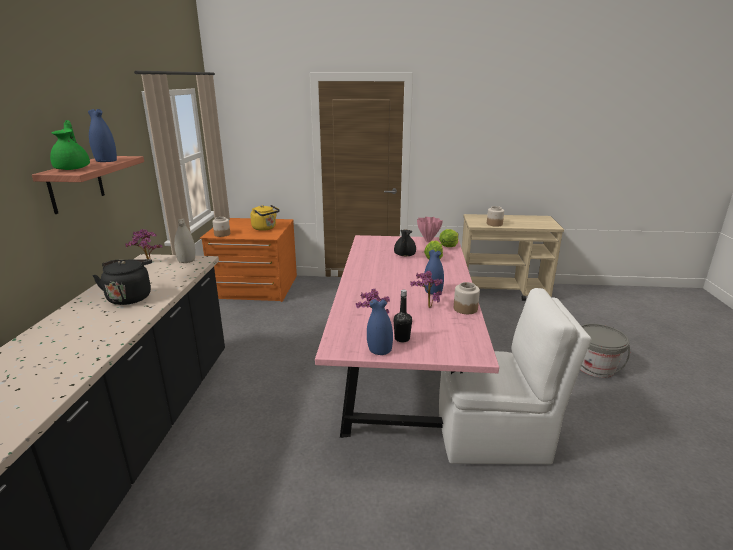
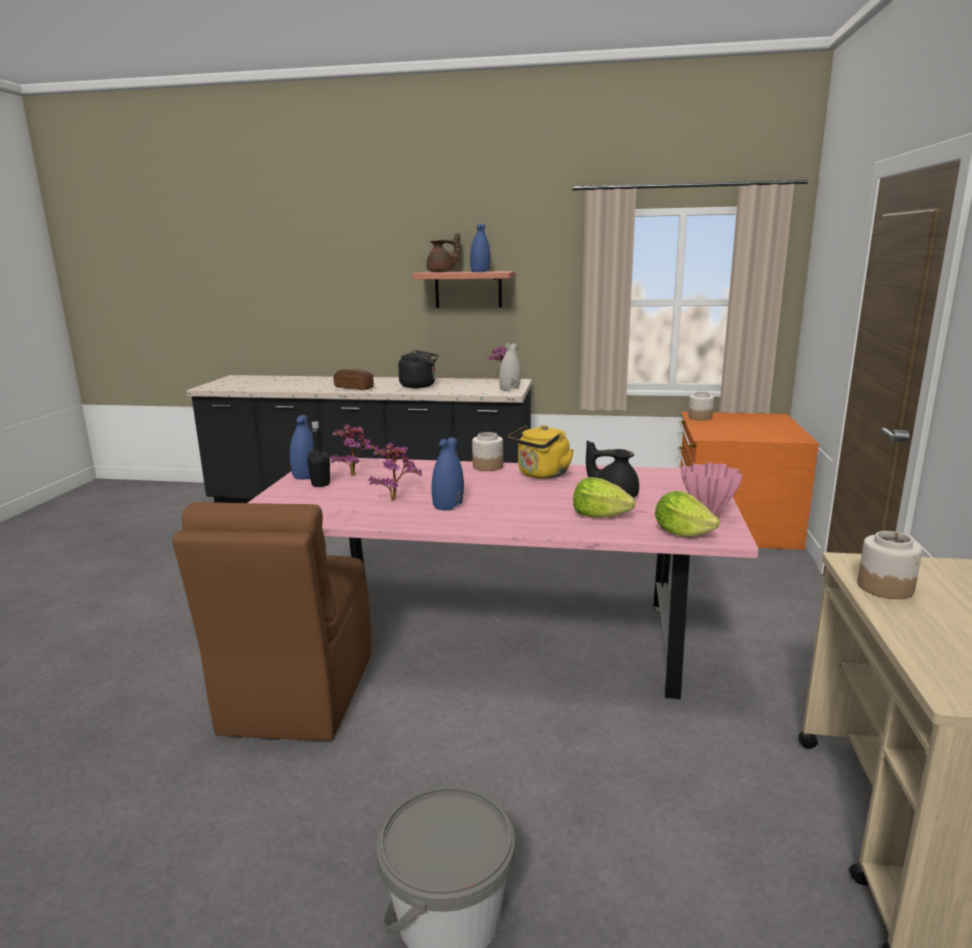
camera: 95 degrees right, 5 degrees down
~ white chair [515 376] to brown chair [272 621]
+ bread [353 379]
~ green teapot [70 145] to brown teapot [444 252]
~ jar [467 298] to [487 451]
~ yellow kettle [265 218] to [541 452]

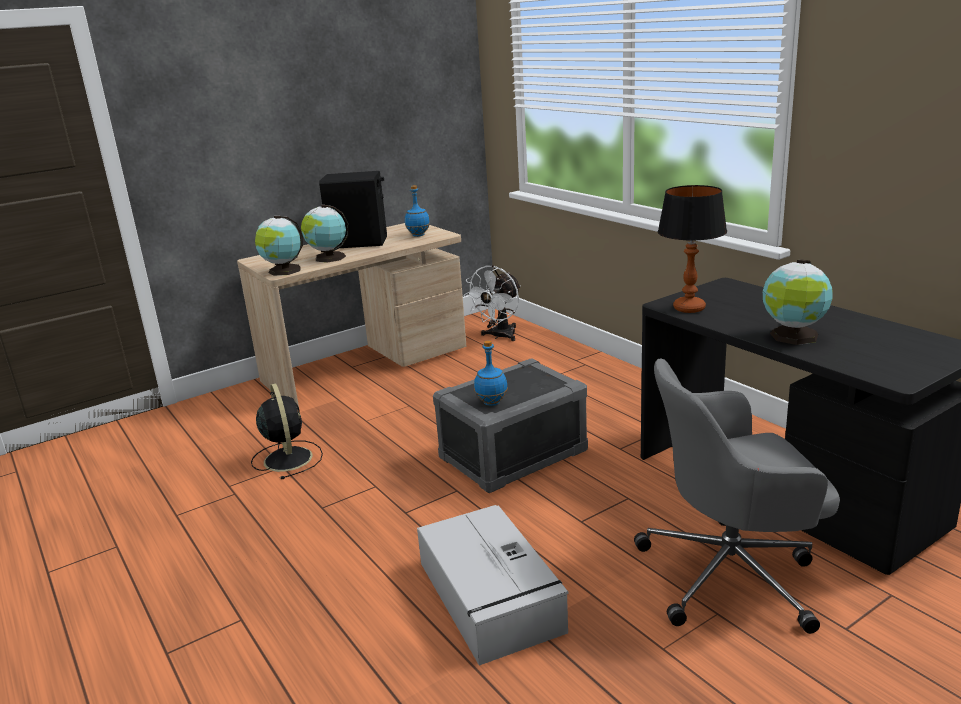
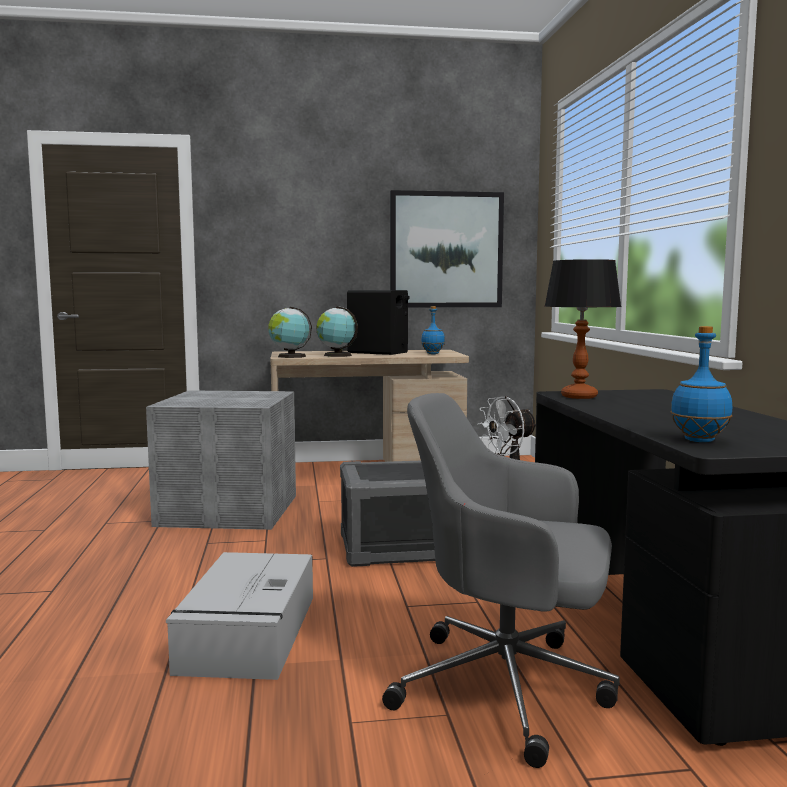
camera: 25 degrees right, 15 degrees down
~ black fan [287 431] to grey storage box [221 460]
+ picture [447 248]
~ blue bottle [491 373] to [701 384]
- globe [798 302]

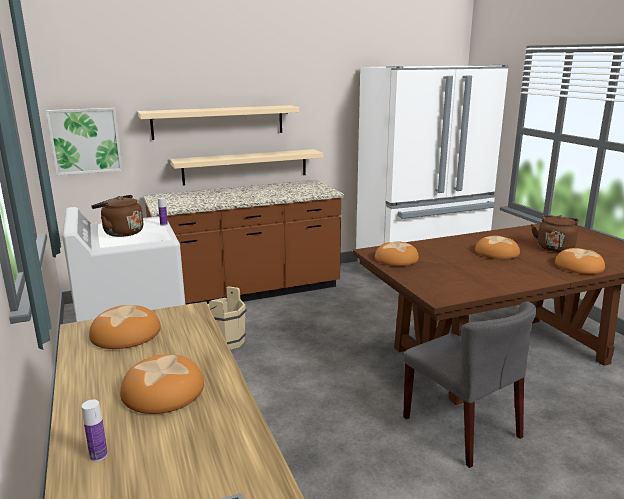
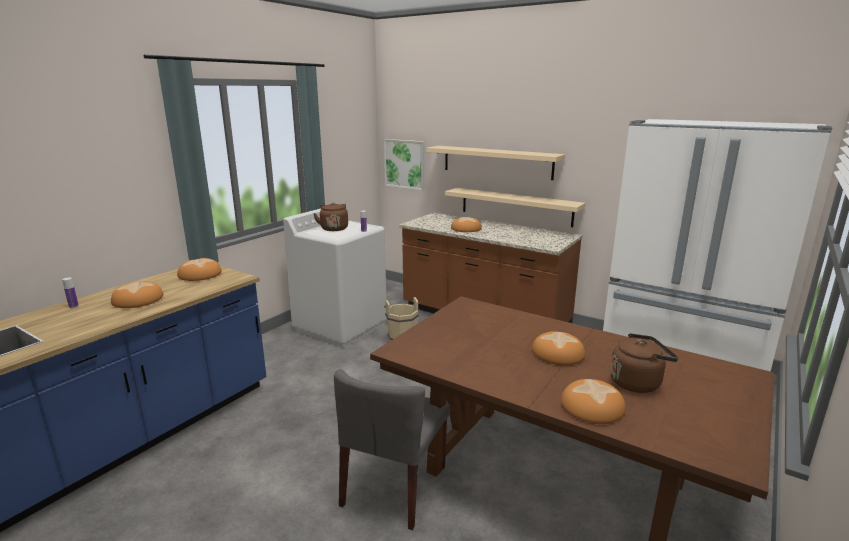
camera: 55 degrees right, 0 degrees up
~ bread [397 253] to [466 224]

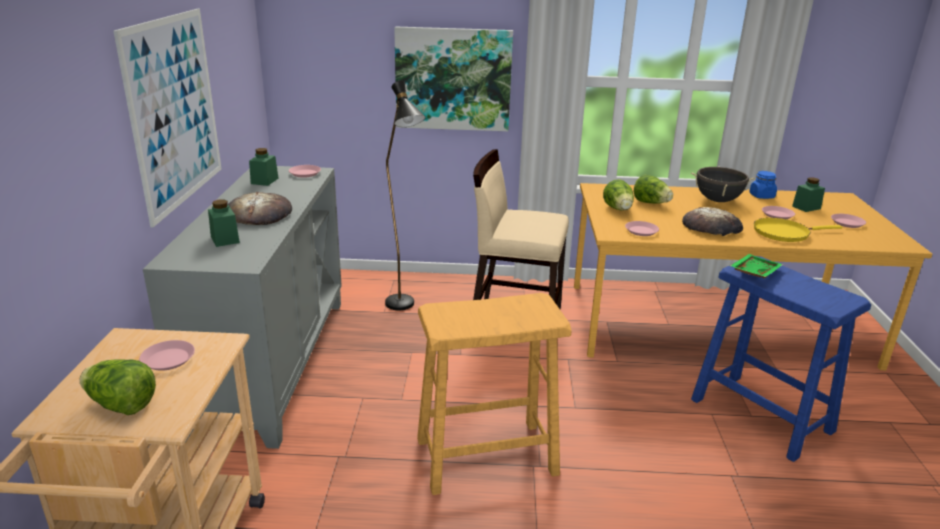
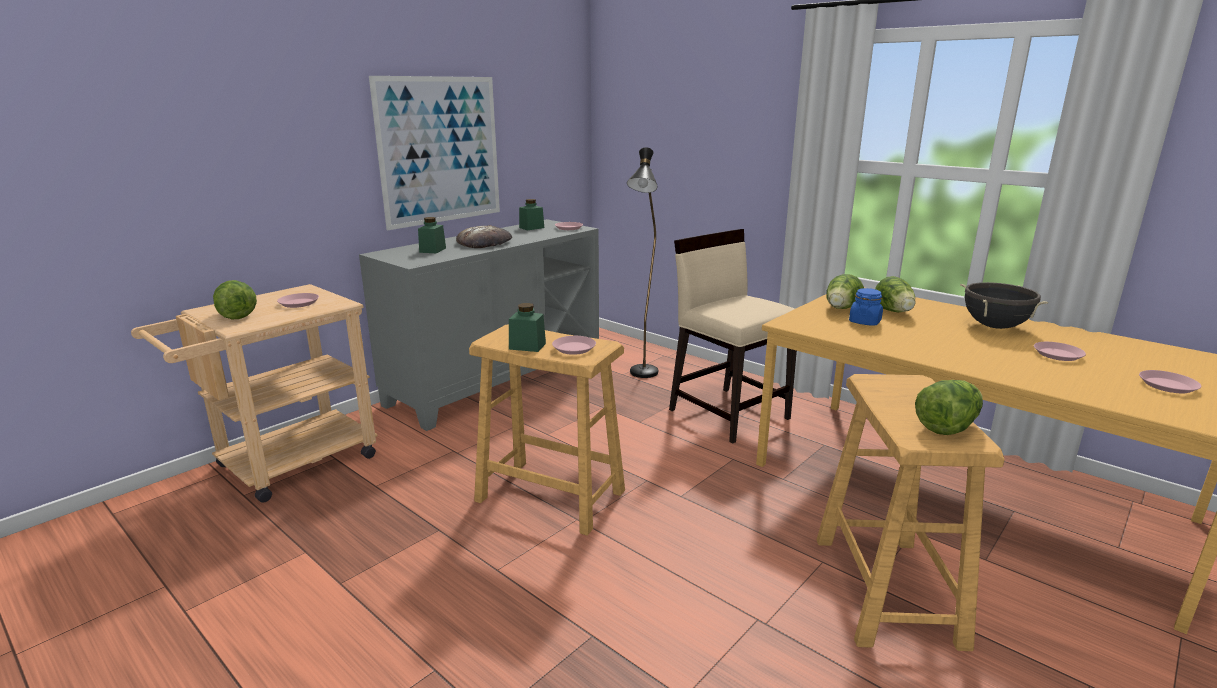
camera: 40 degrees right, 5 degrees down
~ green jar [808 194] to [527 327]
~ pink plate [642 228] to [574 345]
~ blue stool [781 359] to beige stool [910 512]
~ blue jar [763 185] to [866 307]
+ lettuce [949 407]
- picture [453 78]
- bread [712 221]
- green tray [756 266]
- yellow frying pan [798 230]

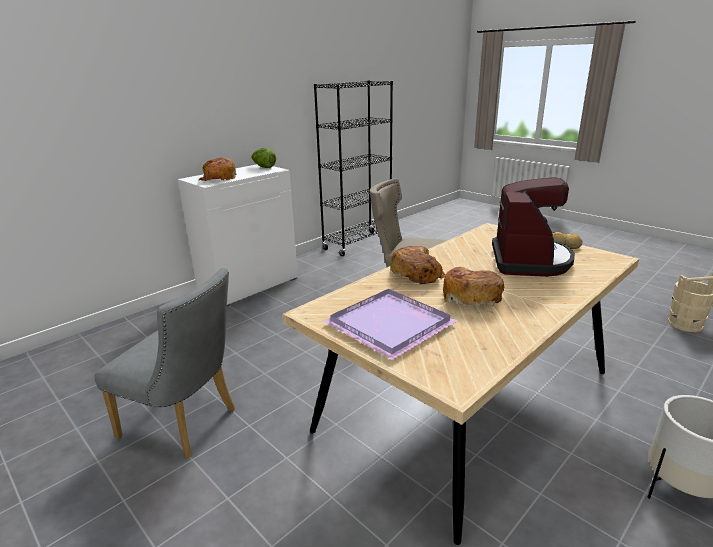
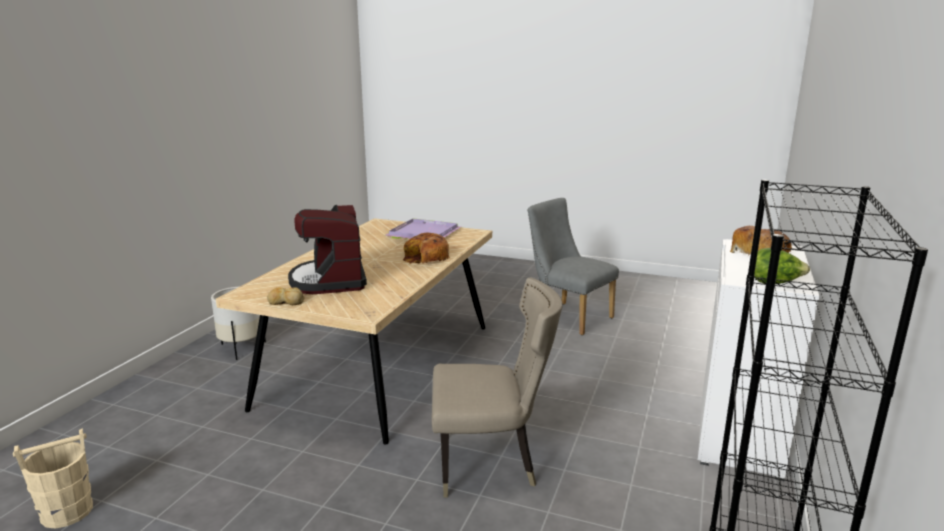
camera: 155 degrees right, 5 degrees down
~ grey chair [164 363] = [573 266] 45 degrees clockwise
- bread [474 287]

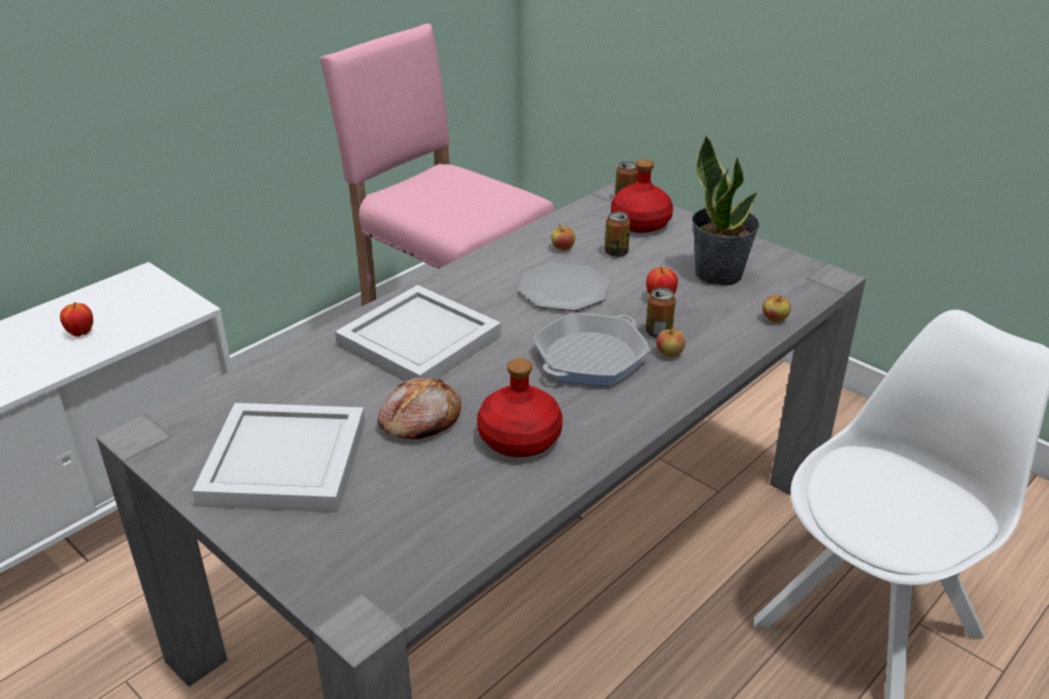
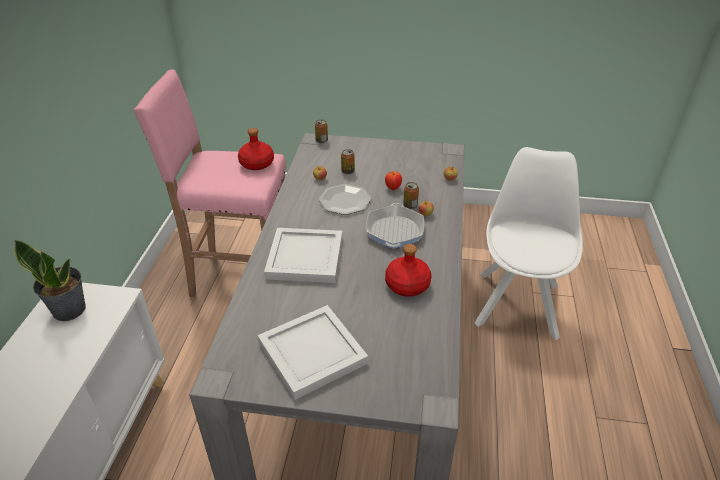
camera: 35 degrees left, 5 degrees up
~ potted plant [725 210] to [49 280]
~ red bottle [642 196] to [256 149]
- apple [76 319]
- bread [419 408]

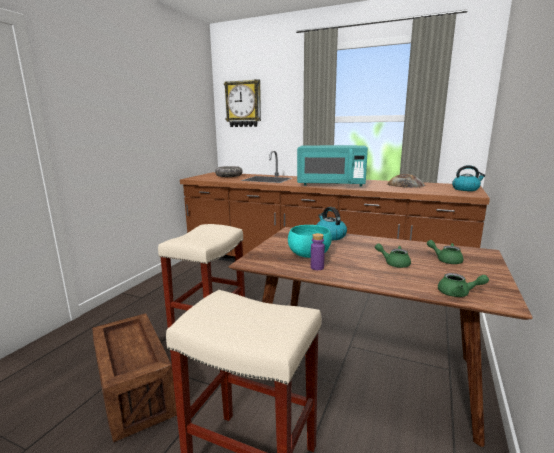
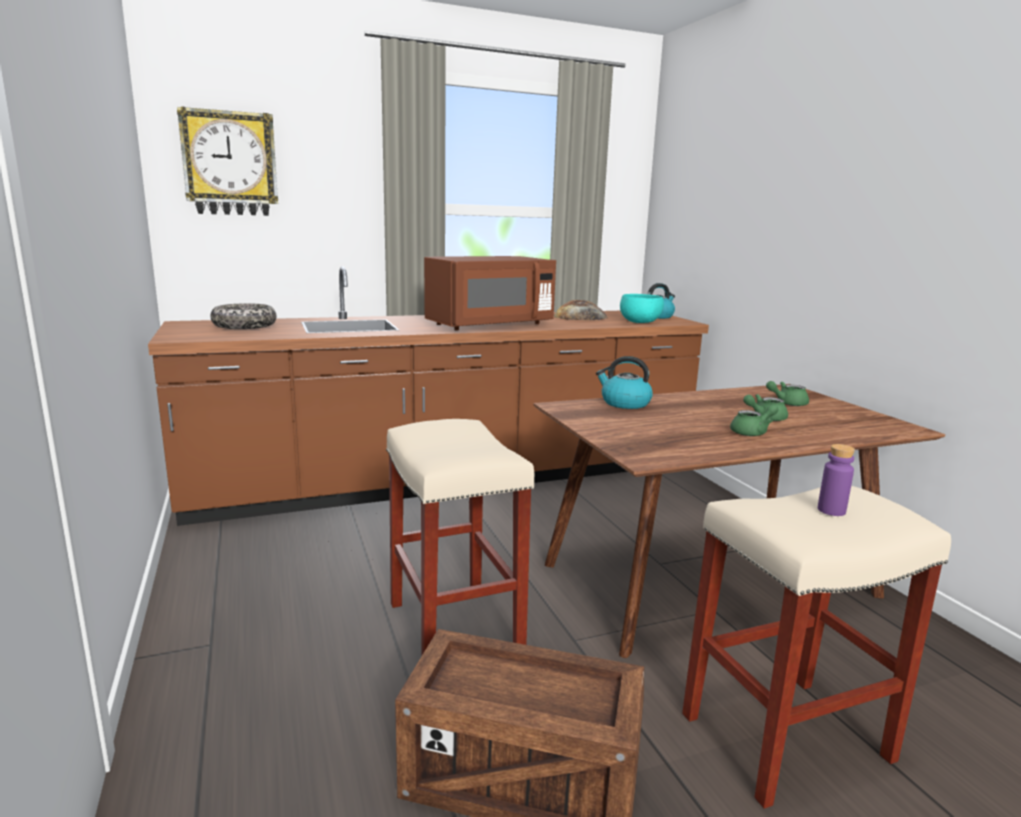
camera: 45 degrees left, 0 degrees up
~ turquoise microwave [332 166] to brown microwave [490 293]
~ turquoise bowl [310 241] to [642 308]
~ green teapot [463 285] to [754 420]
~ purple bottle [318 251] to [836 480]

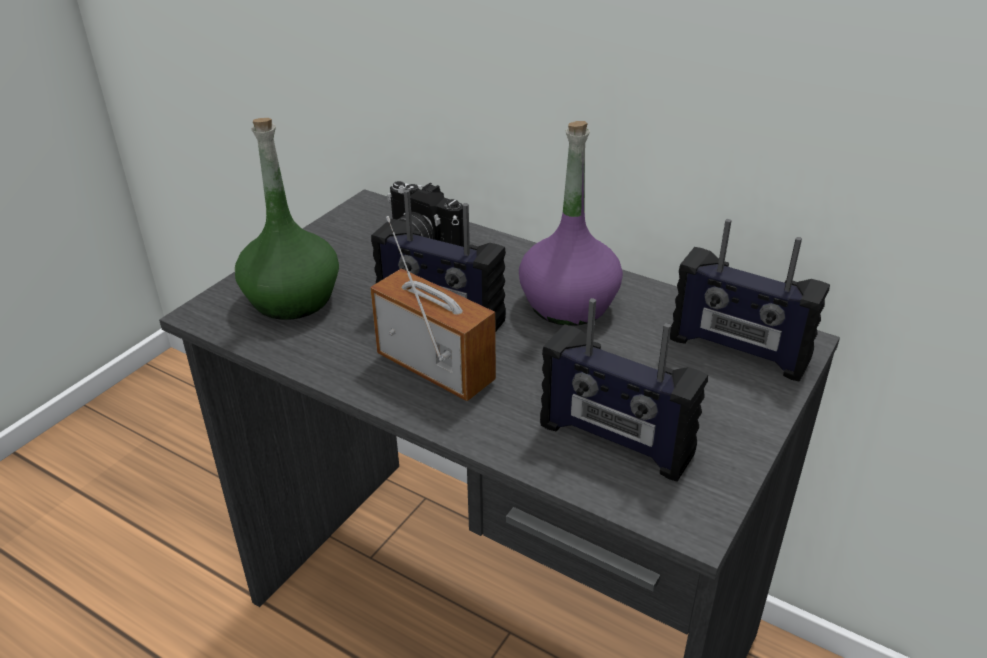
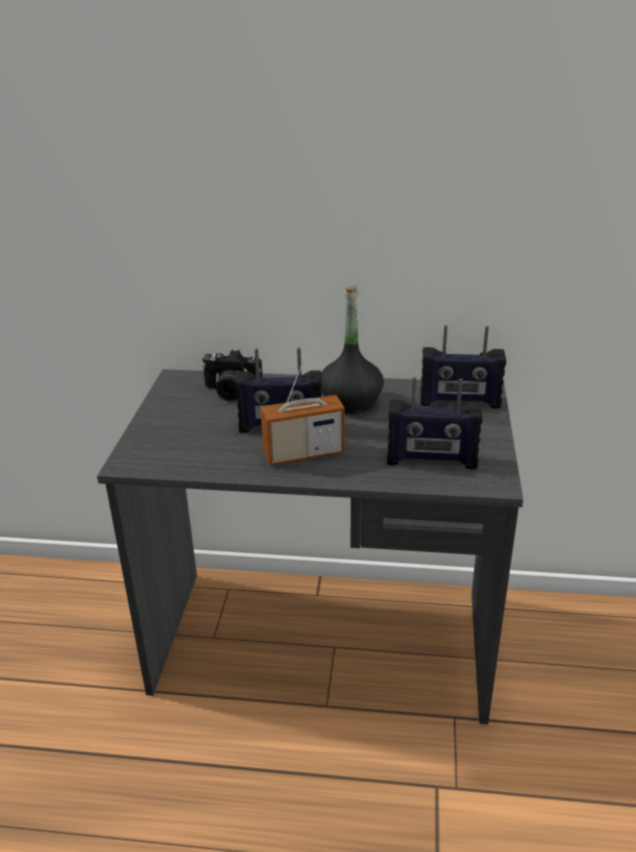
camera: 25 degrees left, 5 degrees down
~ radio [433 308] = [302 404] 150 degrees clockwise
~ purple bottle [571 223] to black bottle [352 350]
- green bottle [287 219]

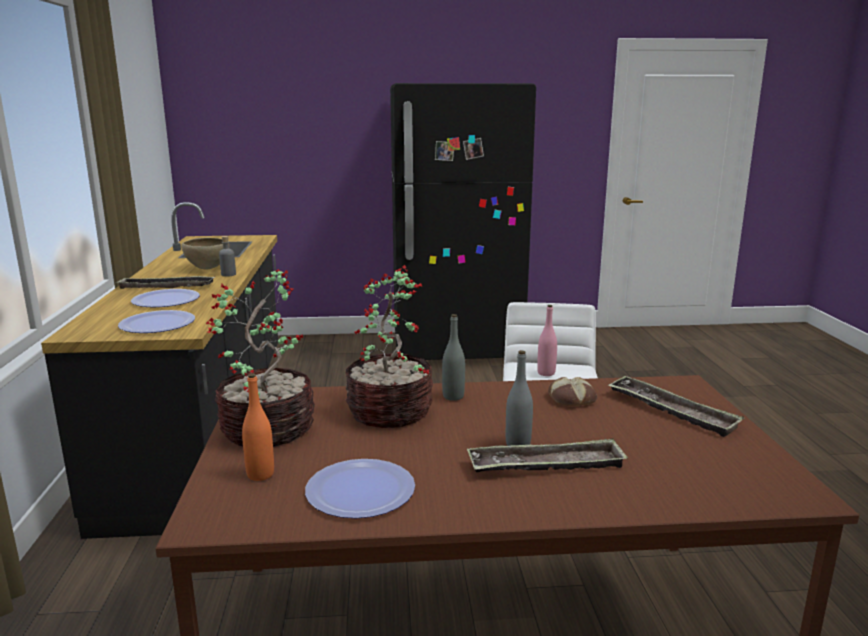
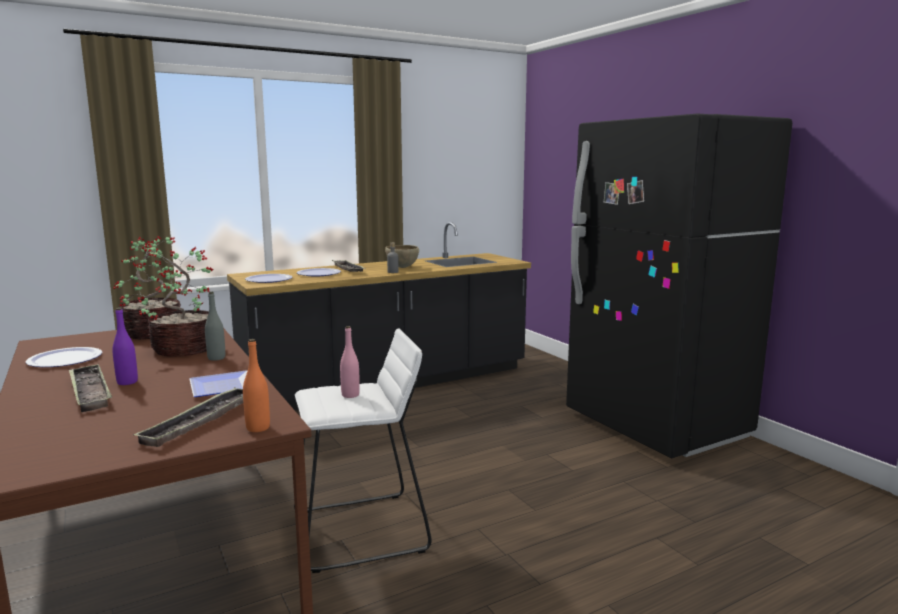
camera: 65 degrees right, 5 degrees down
~ grey bottle [519 398] to purple bottle [125 346]
~ bread [572 391] to plate [218 383]
~ orange bottle [258 427] to [256 385]

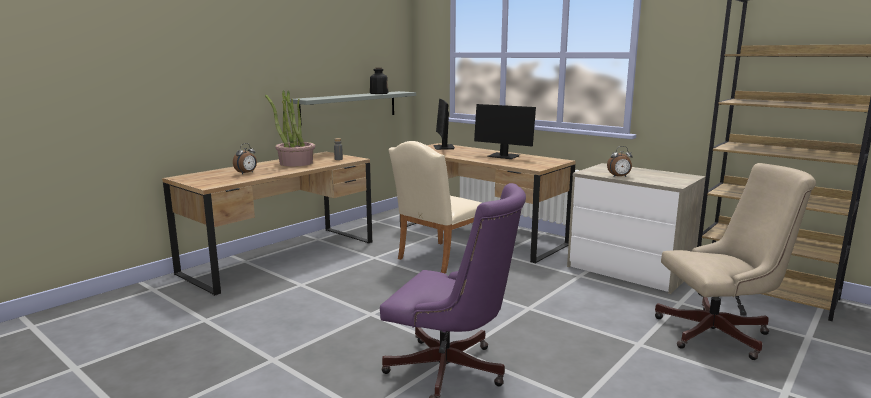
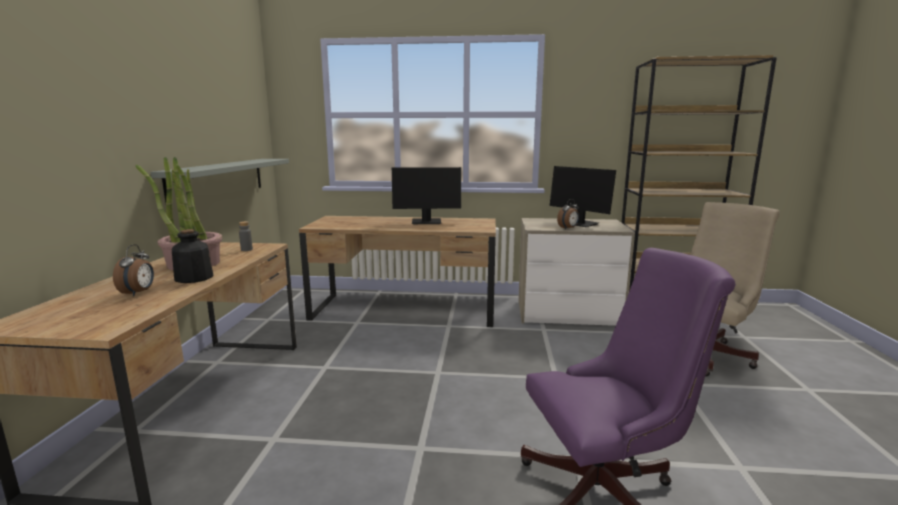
camera: 35 degrees left, 0 degrees up
~ bottle [379 81] to [193 256]
~ monitor [444 124] to [583 196]
- beige chair [435 207]

